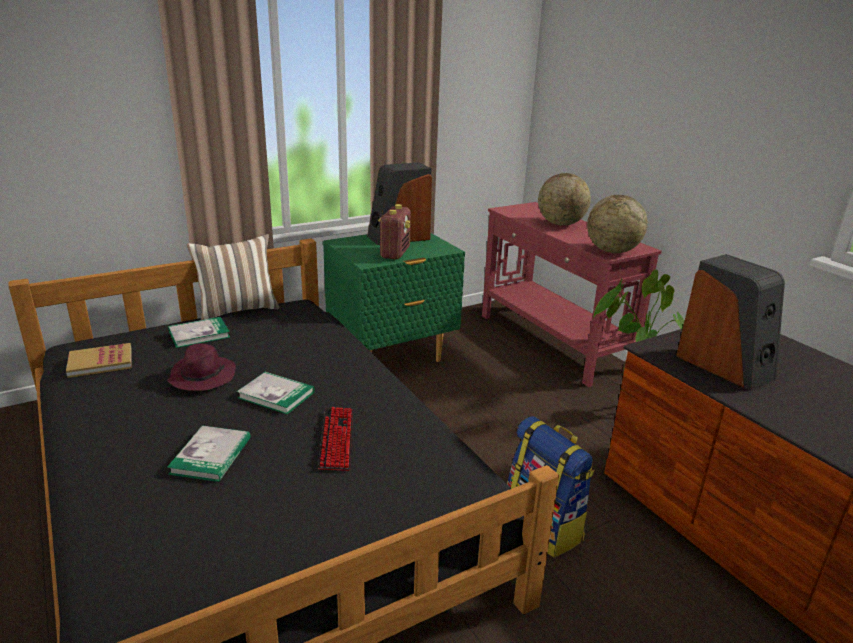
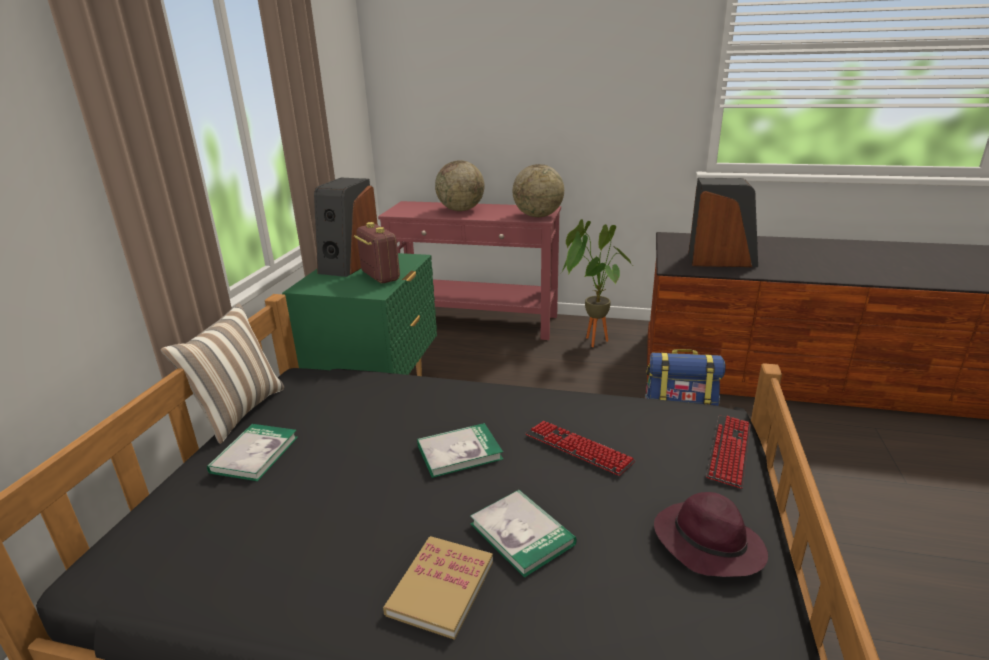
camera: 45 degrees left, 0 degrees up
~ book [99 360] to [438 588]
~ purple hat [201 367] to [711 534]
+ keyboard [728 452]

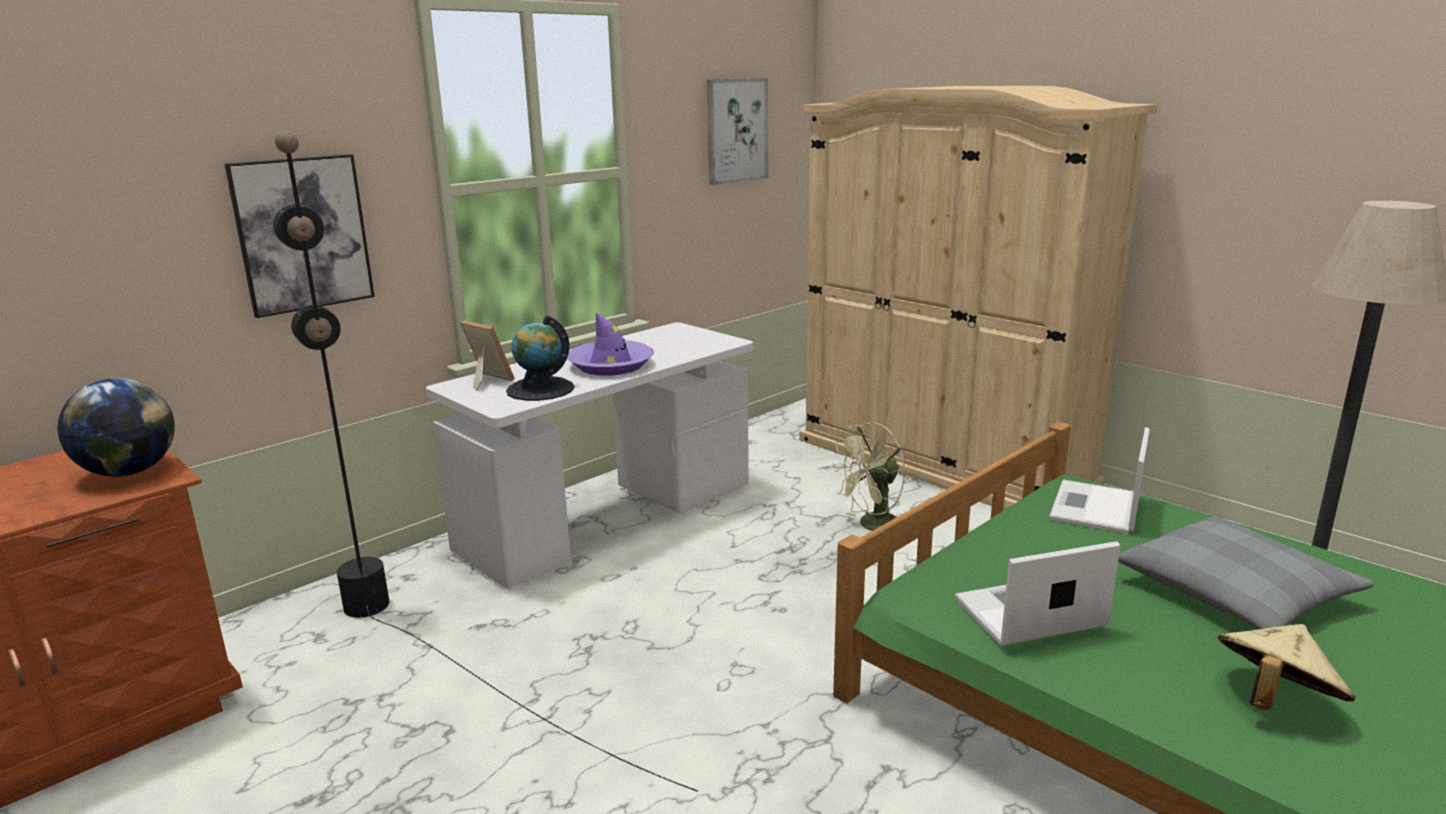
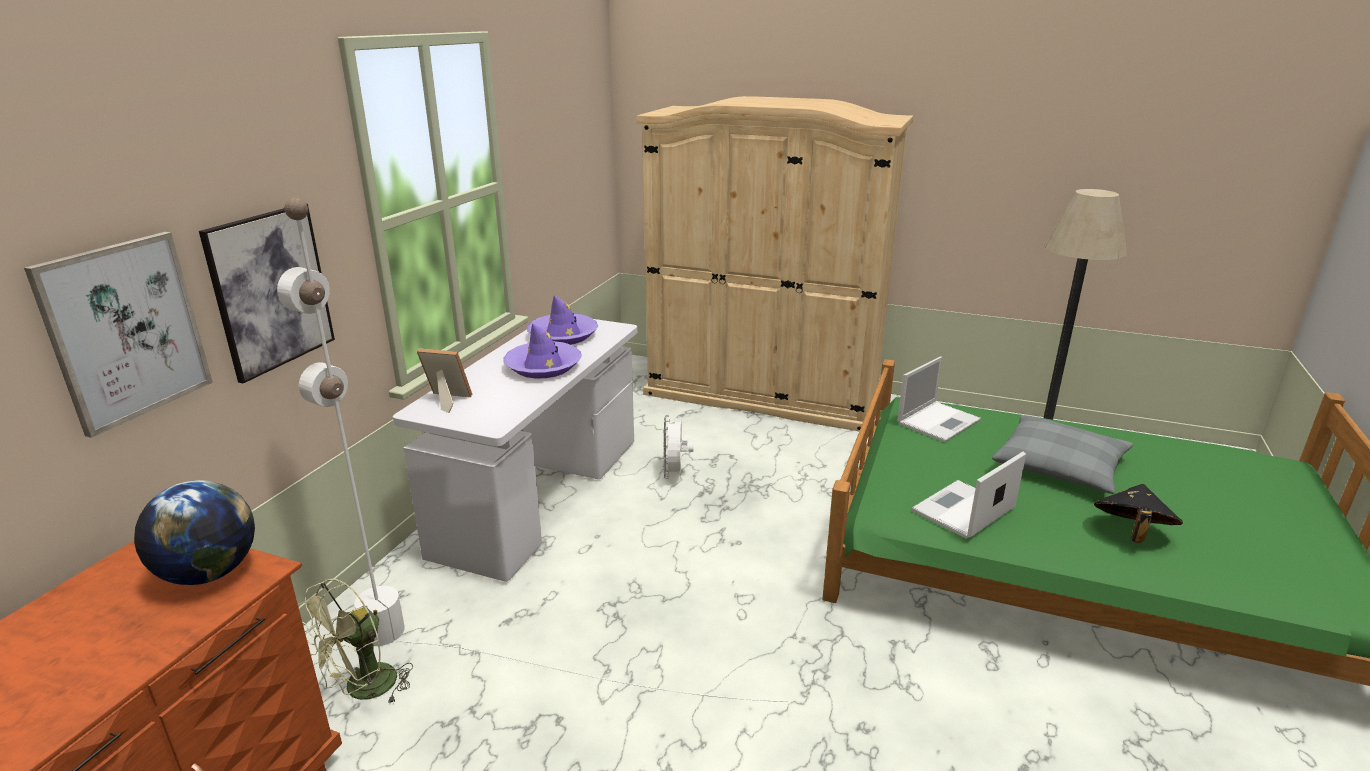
camera: 25 degrees left, 5 degrees up
~ picture [737 131] to [118 335]
~ black floor lamp [485 461] to white floor lamp [532 450]
~ green fan [868 477] to [355 641]
+ purple hat [562 320]
+ white fan [678 447]
~ laptop [1099 480] = [939 399] 135 degrees counterclockwise
~ beige hat [1286 667] to black hat [1138 513]
- globe [540 358]

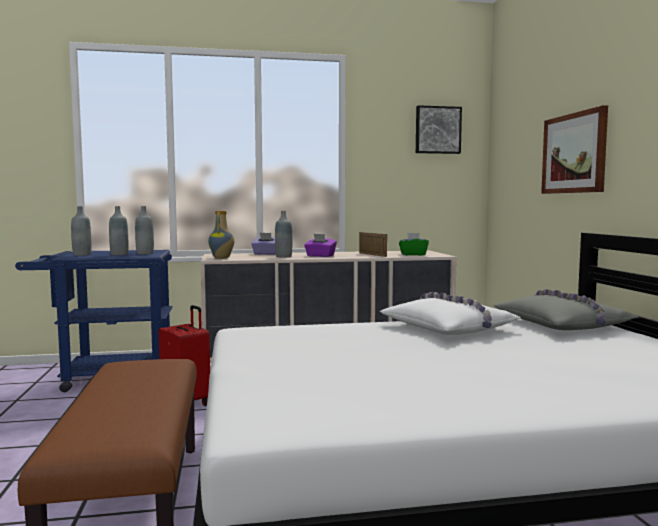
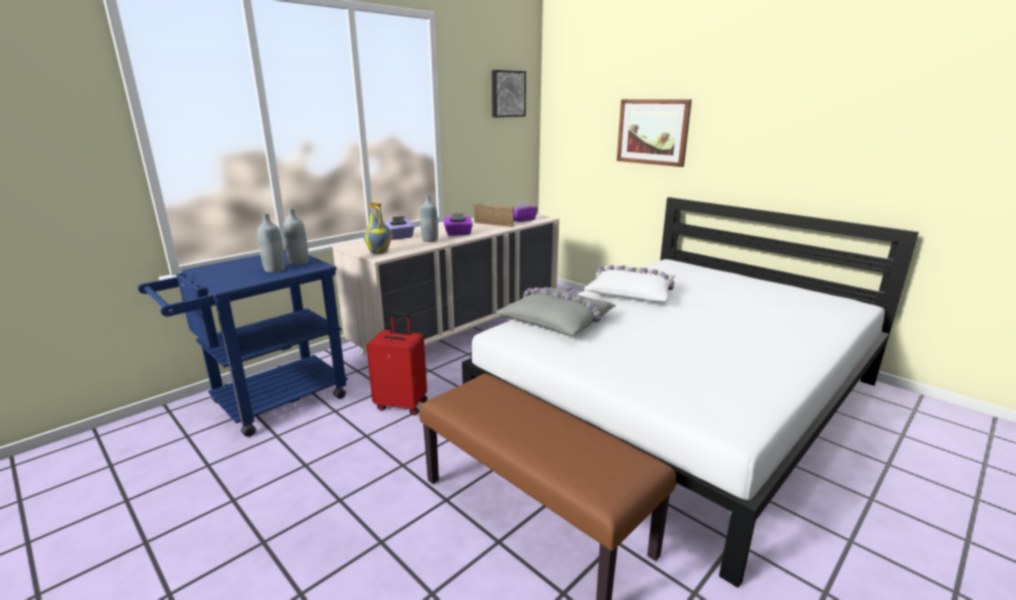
camera: 35 degrees left, 15 degrees up
~ grey pillow [566 309] to [556 311]
~ green tissue box [414 244] to purple tissue box [526 211]
- grey bottle [81 231]

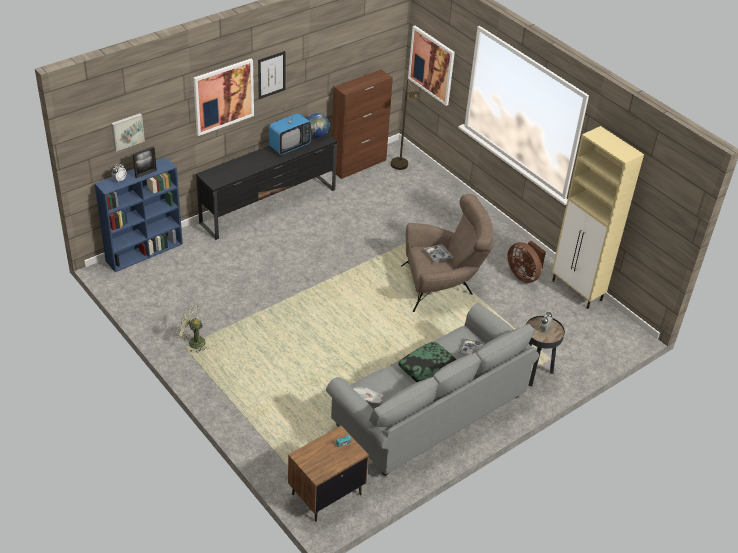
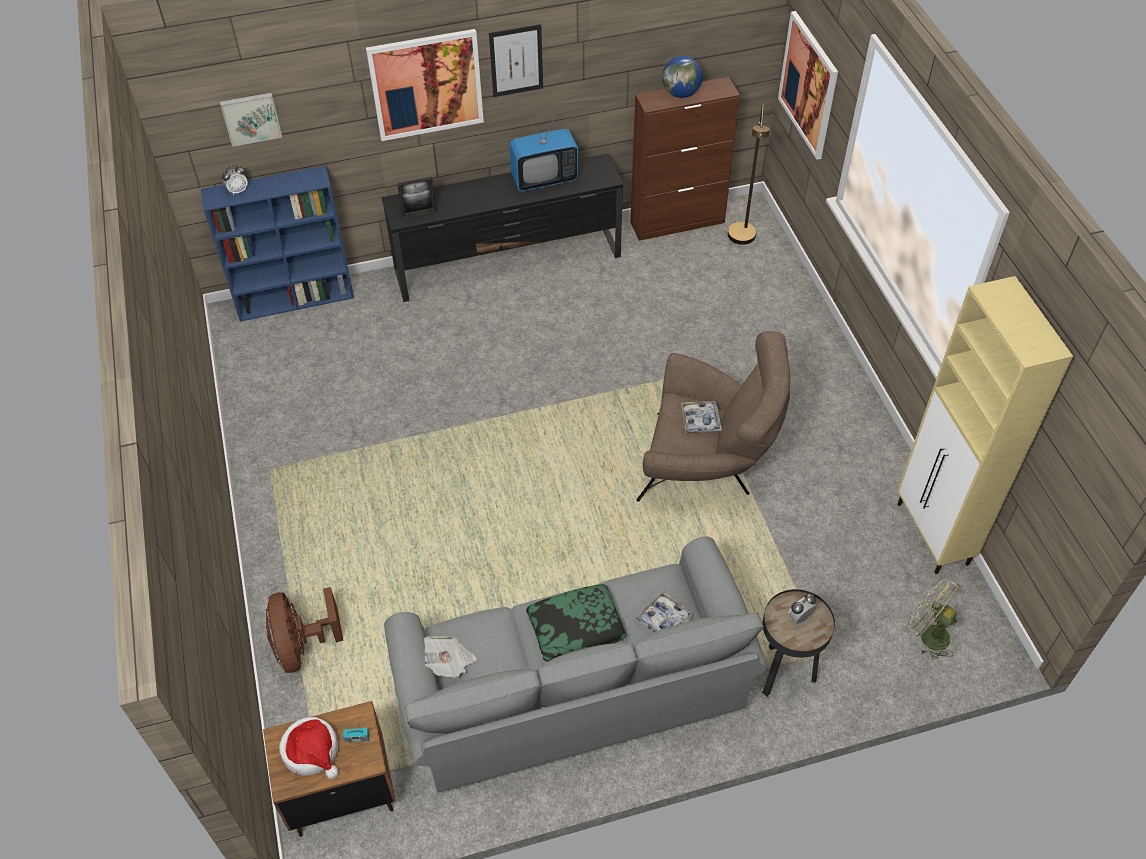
camera: 25 degrees right, 10 degrees up
~ brown fan [526 262] to [304 630]
+ hat [309 748]
~ picture frame [145 162] to [417 198]
~ globe [318 125] to [682 77]
~ green fan [192 328] to [933 618]

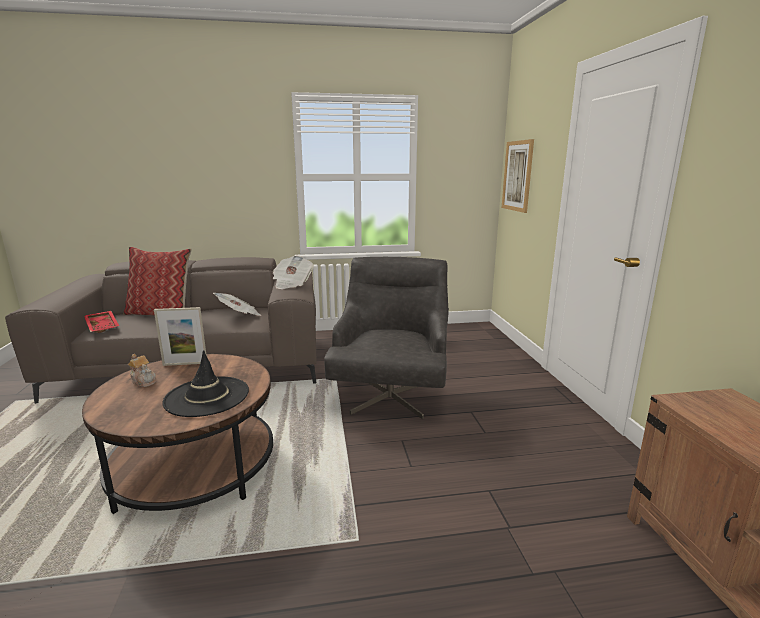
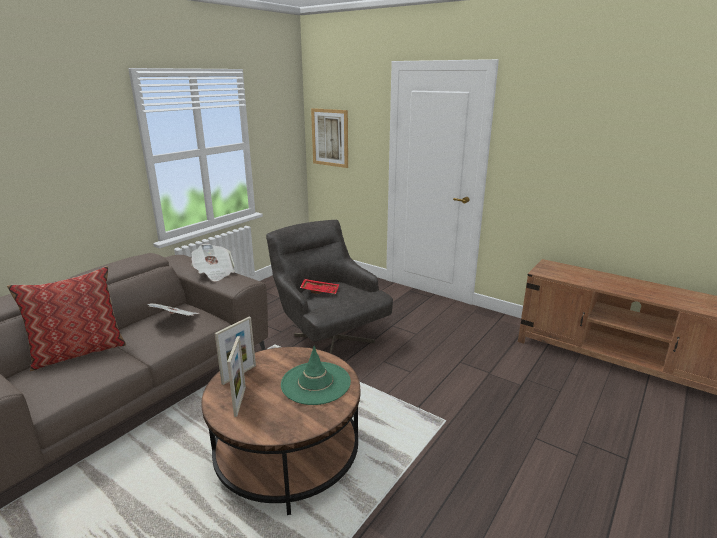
camera: 45 degrees left, 5 degrees up
~ teapot [142 370] to picture frame [236 376]
~ black hat [205 383] to green hat [316 375]
~ red tray [101 322] to [319 286]

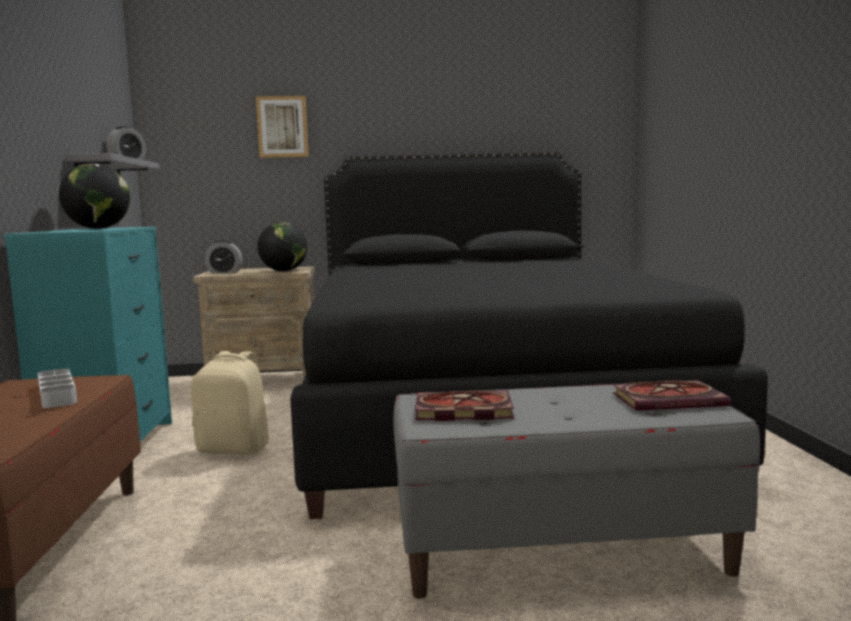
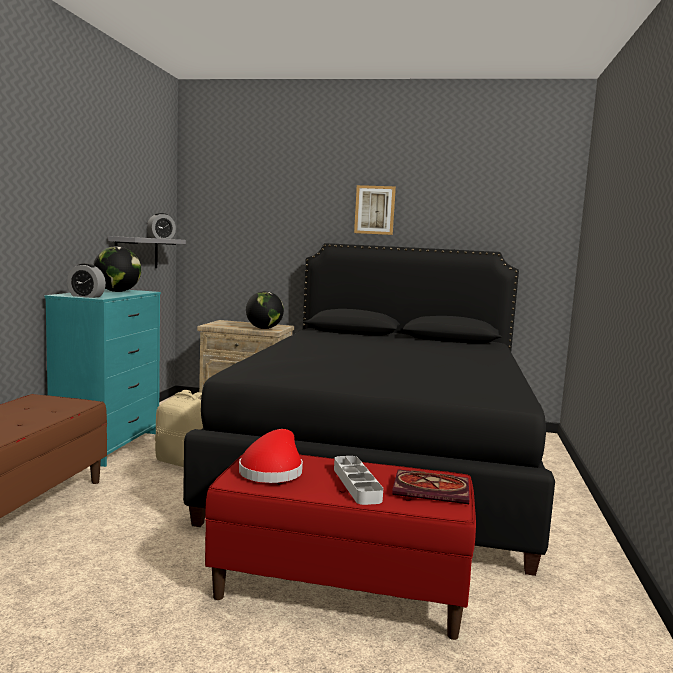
camera: 15 degrees right, 0 degrees up
~ alarm clock [224 257] to [86 280]
~ grey bench [576 491] to red bench [340 547]
~ book [464 406] to red hat [271 456]
~ grey tray [57 388] to [358 480]
~ picture [282 127] to [375 210]

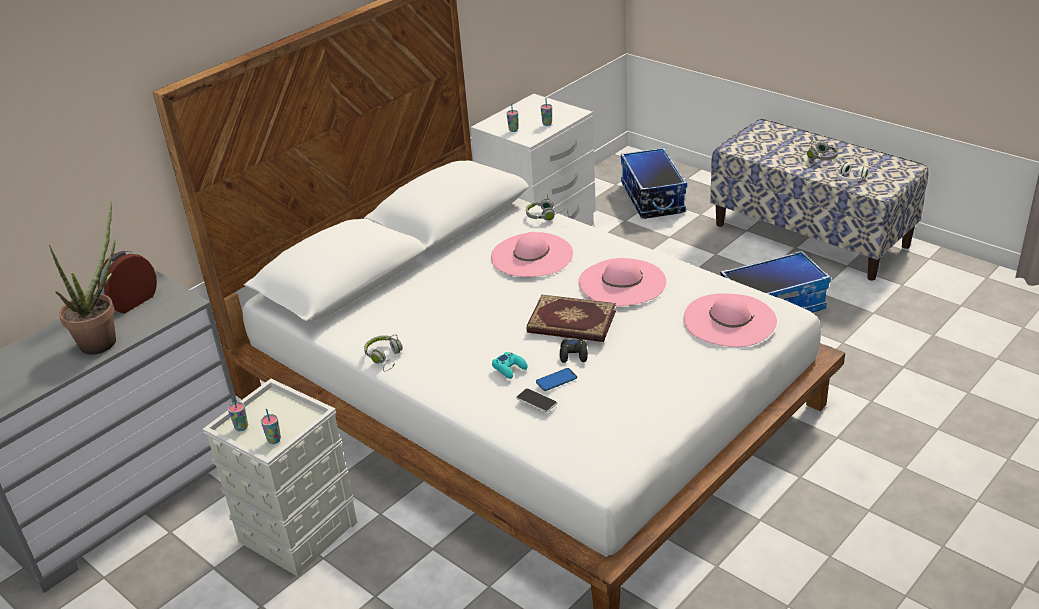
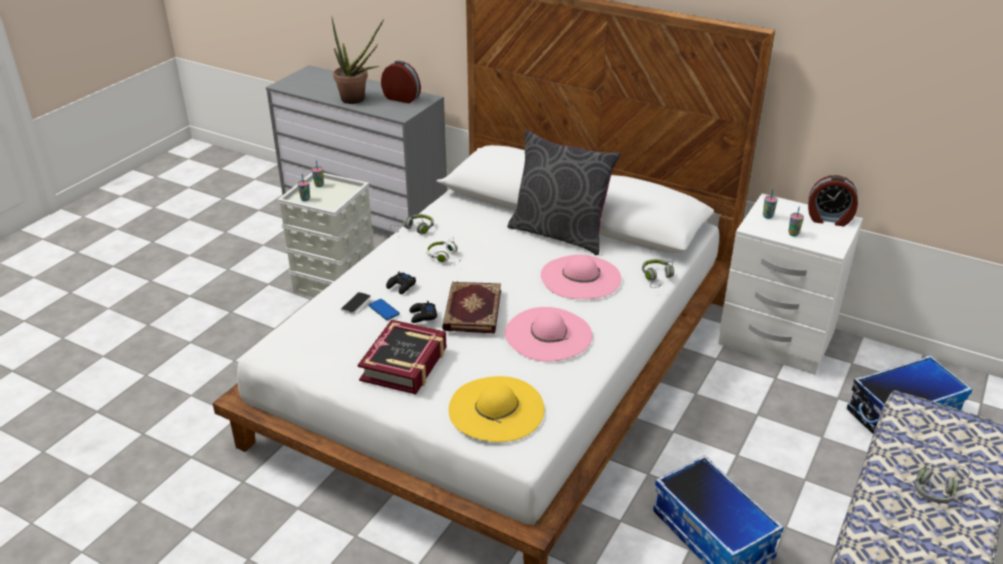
camera: 75 degrees right, 0 degrees up
+ book [402 357]
~ turquoise game controller [510 365] to black game controller [401 282]
~ white headphones [857 169] to [443 251]
~ pink hat [730 320] to yellow hat [496 409]
+ grey pillow [564 192]
+ alarm clock [833 200]

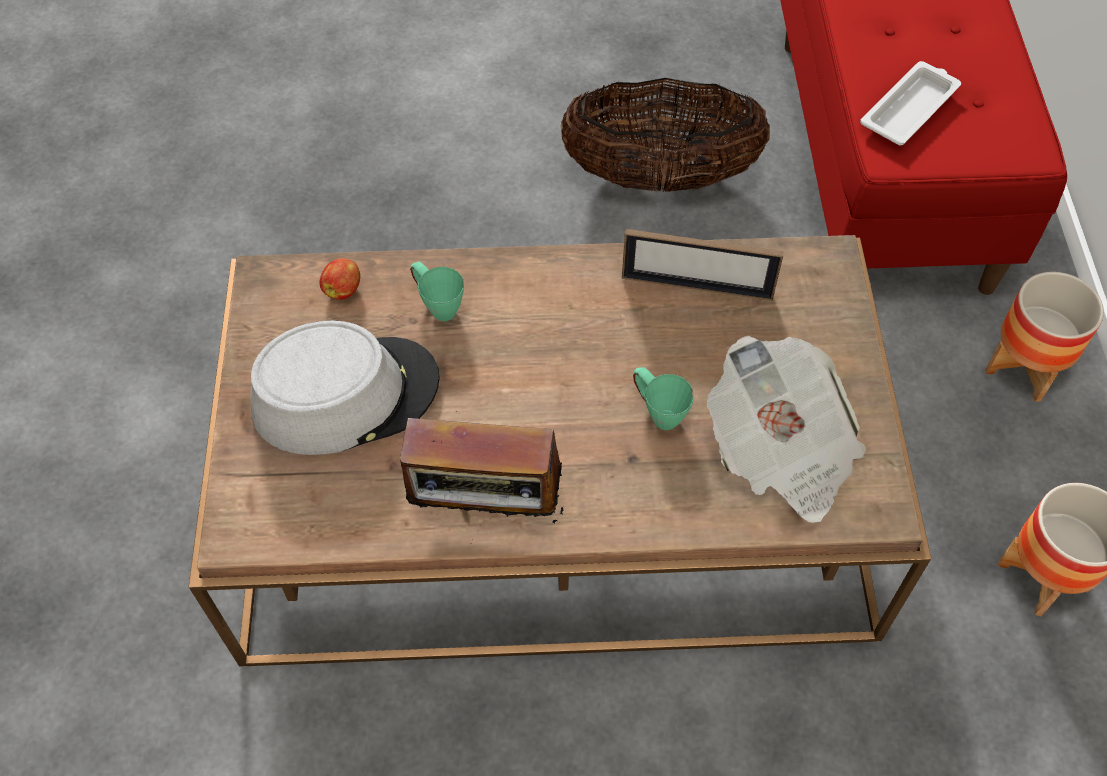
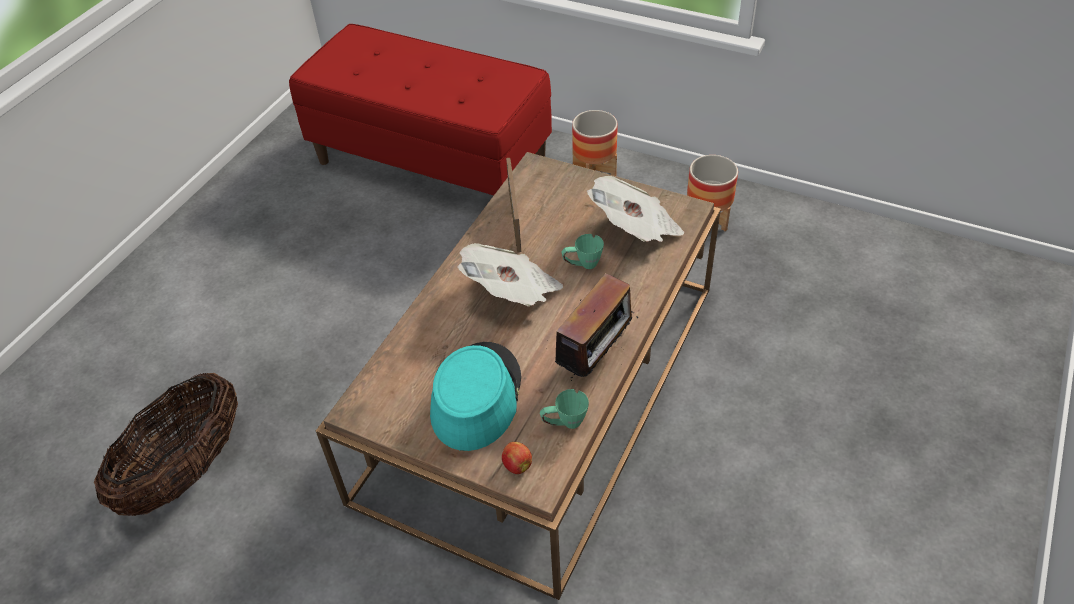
camera: 60 degrees left, 10 degrees down
~ basket [665 135] to [166 444]
~ grey hat [345 387] to turquoise hat [476 396]
+ newspaper [510 274]
~ apple [340 279] to [517 458]
~ picture frame [703 265] = [513 205] 45 degrees counterclockwise
~ green mug [437 291] to [564 409]
- white tray [910 103]

